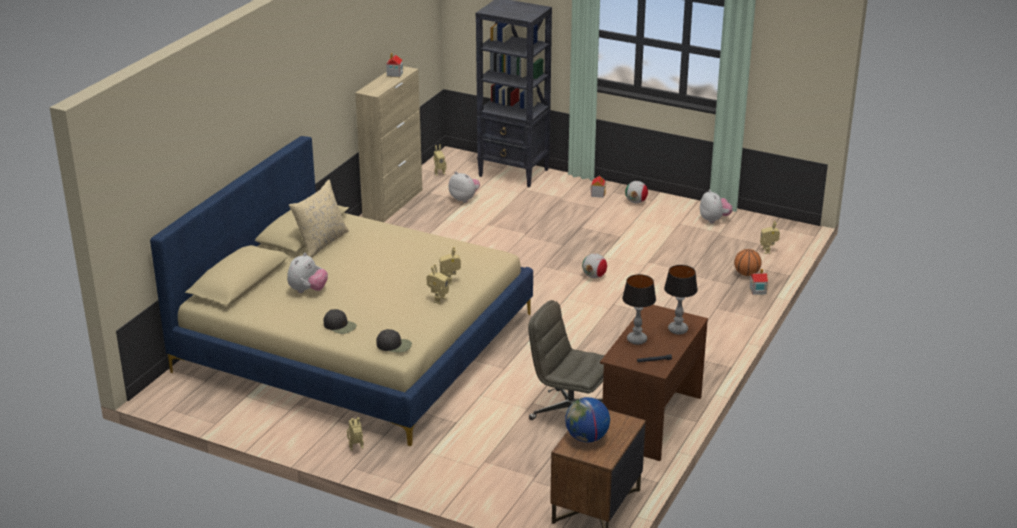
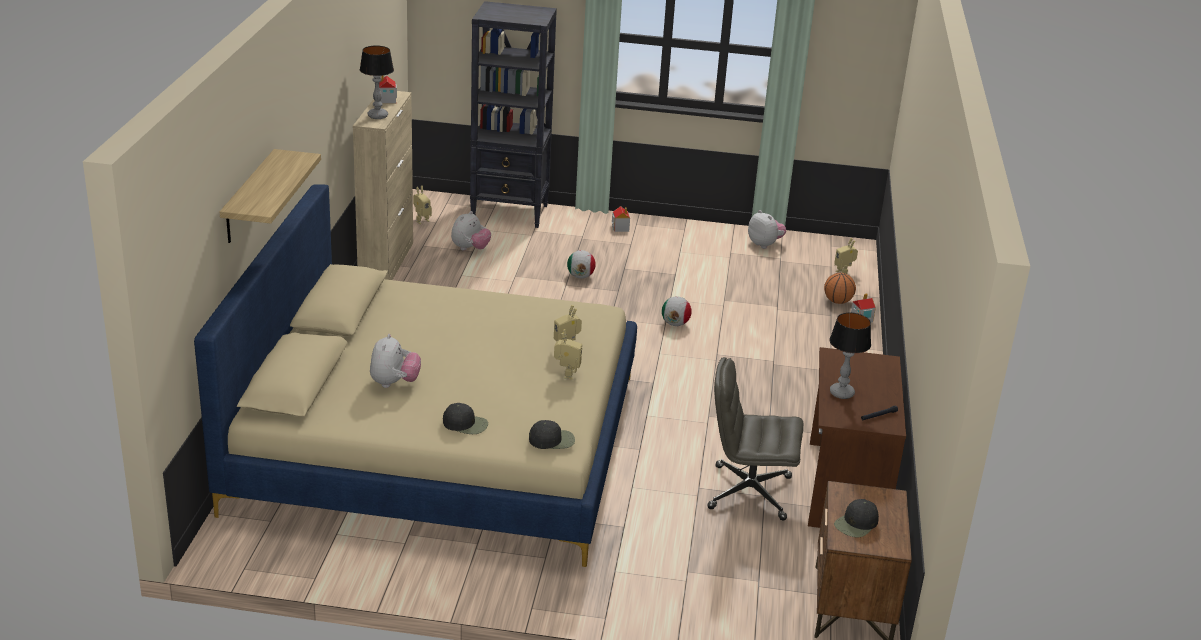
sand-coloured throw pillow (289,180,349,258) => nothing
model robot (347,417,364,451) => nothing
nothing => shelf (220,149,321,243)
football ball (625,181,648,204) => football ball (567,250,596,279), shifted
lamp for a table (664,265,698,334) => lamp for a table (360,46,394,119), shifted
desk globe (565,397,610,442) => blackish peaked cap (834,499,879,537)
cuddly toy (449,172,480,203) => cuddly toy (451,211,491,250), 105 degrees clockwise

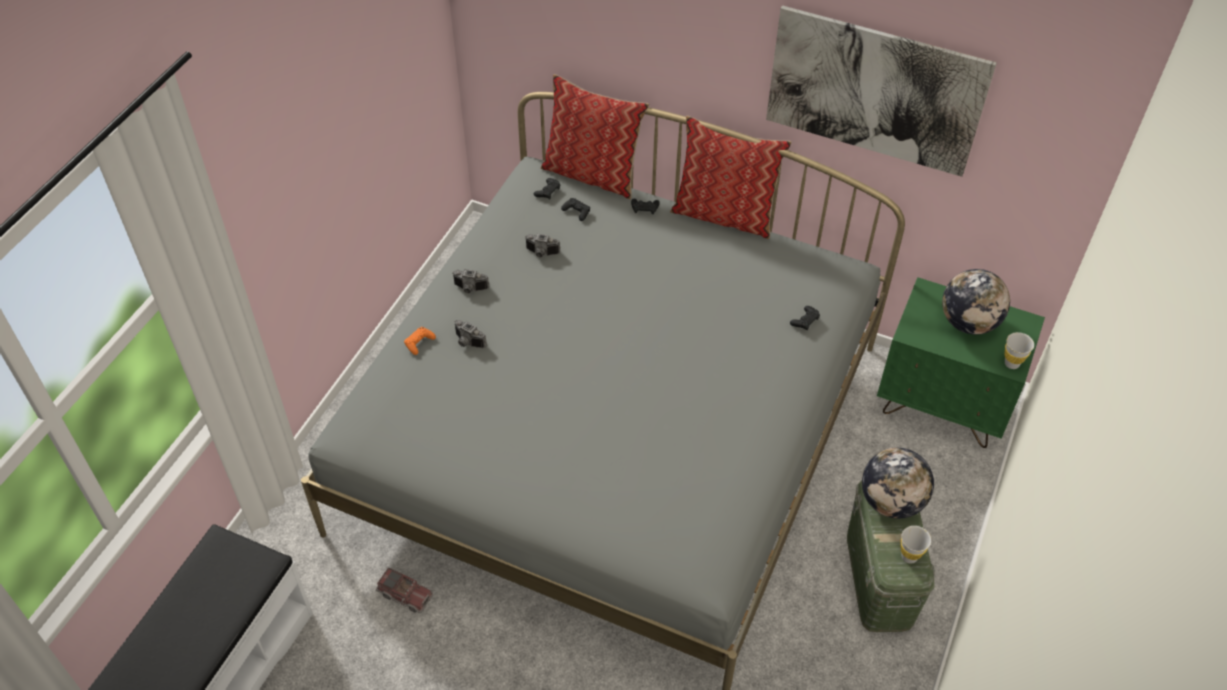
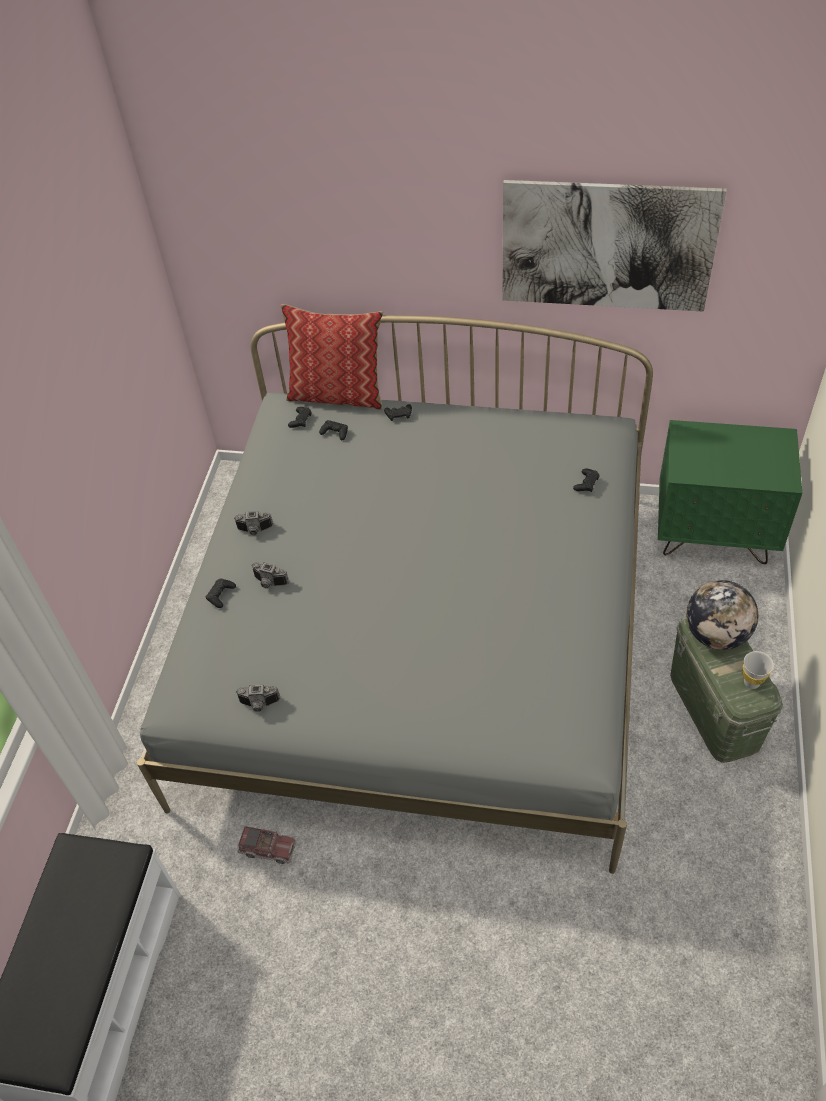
throw pillow (670,115,792,239) => nothing
desk globe (942,269,1010,335) => nothing
white drinking cup (1004,332,1034,369) => nothing
photo camera (525,233,560,257) => photo camera (236,684,280,712), shifted
orangey gamepad (404,327,436,355) => blackish gamepad (206,578,236,608)

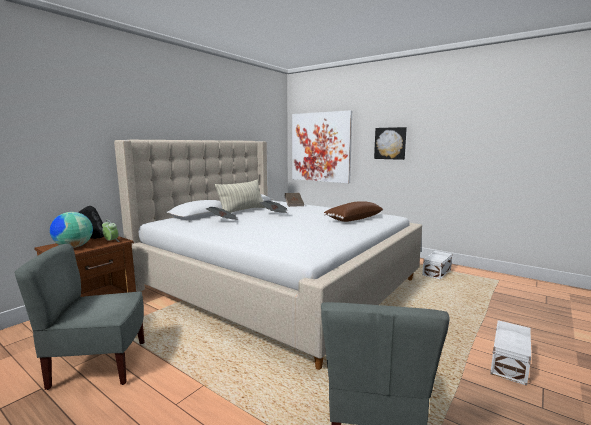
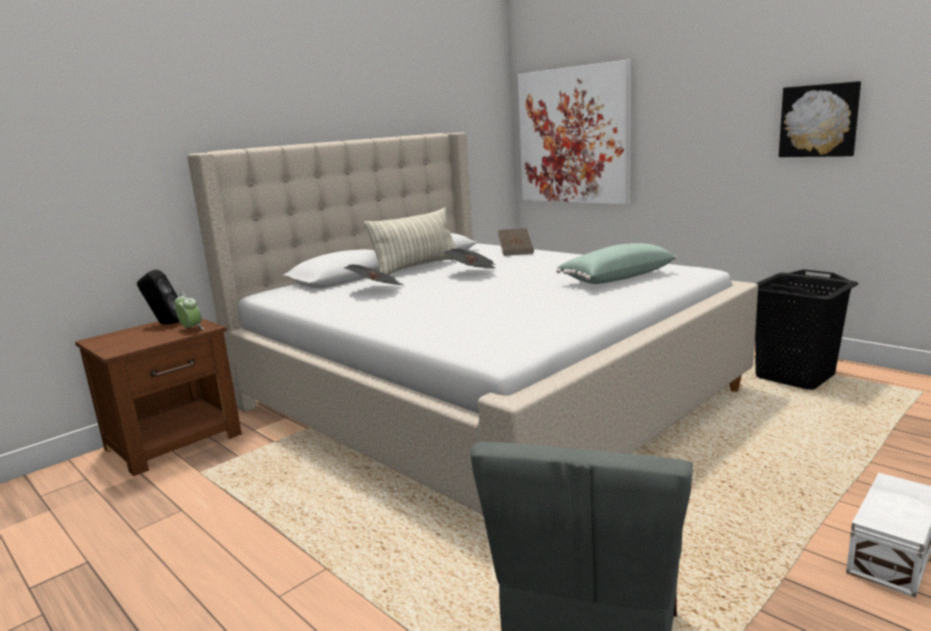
gray upright chair (14,244,145,390) => nothing
desk globe (50,212,93,248) => nothing
picture (374,127,407,160) => picture (779,81,861,157), shifted
white storage box (422,251,452,280) => blackish hamper (755,269,858,390)
brownish throw pillow (324,201,383,222) => green-coloured throw pillow (556,243,677,284)

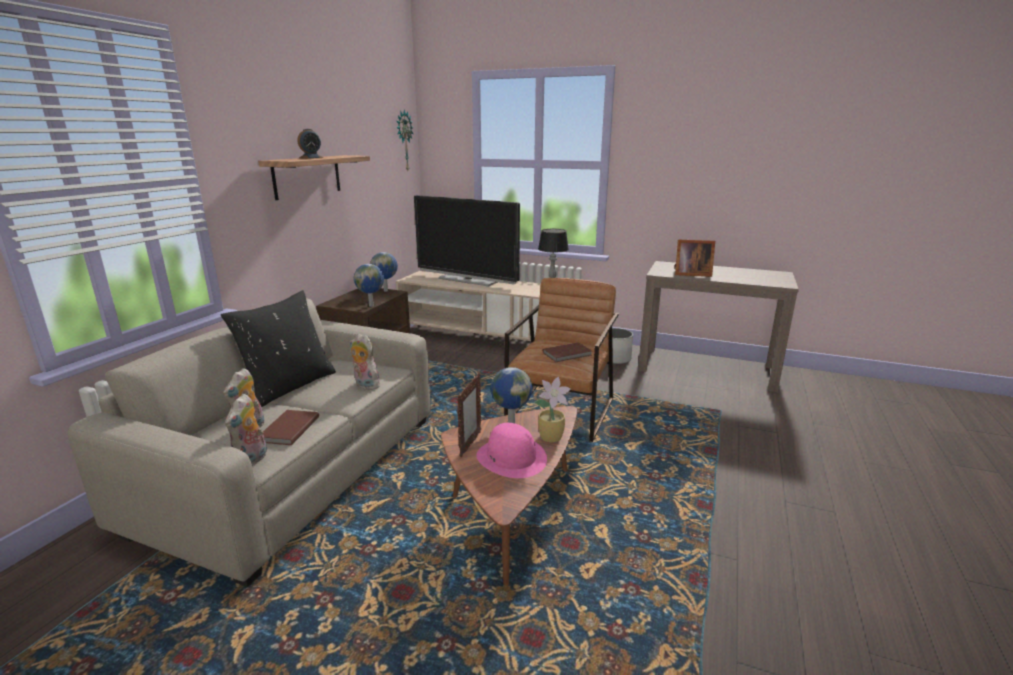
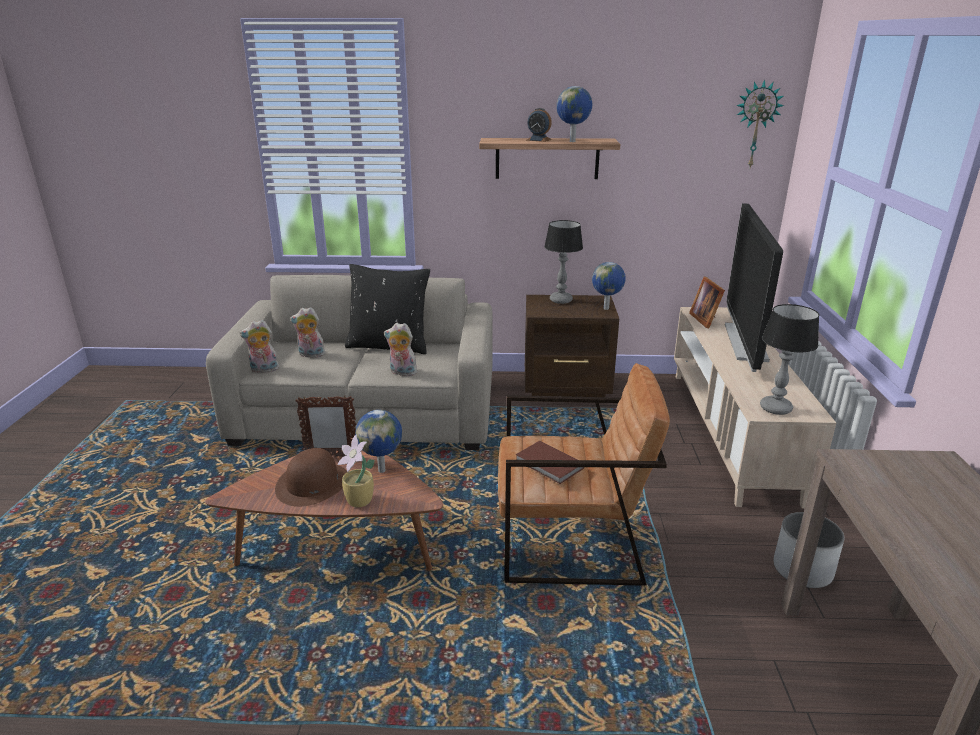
brownish book (263,410,319,445) => nothing
nothing => lamp for a table (544,220,583,304)
desk globe (354,264,384,307) => desk globe (556,86,592,142), shifted
standing frame (675,240,715,277) => standing frame (689,277,725,328), shifted
pink-coloured hat (476,423,547,478) => brownish hat (275,448,347,507)
cuddly toy (350,334,380,390) => cuddly toy (384,323,417,376), 90 degrees counterclockwise

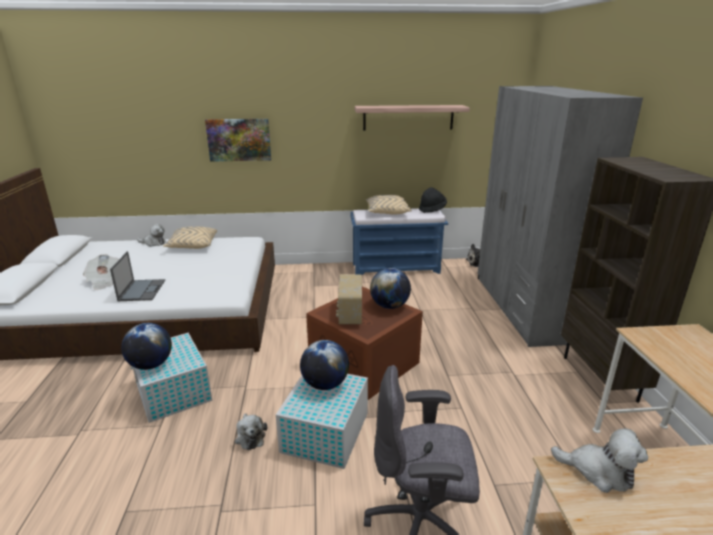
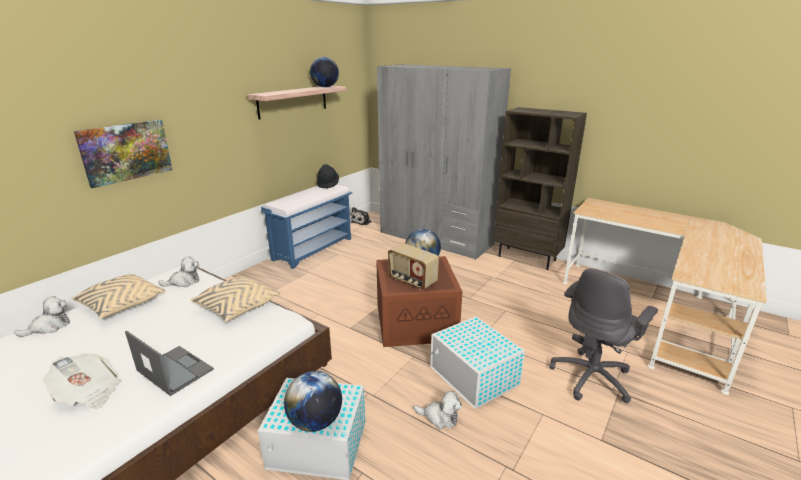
desk globe (300,340,349,390) => desk globe (310,57,339,87), shifted
sand-coloured throw pillow (366,195,412,214) => sand-coloured throw pillow (190,276,280,321), shifted
cuddly toy (551,428,648,493) => cuddly toy (158,257,199,287), shifted

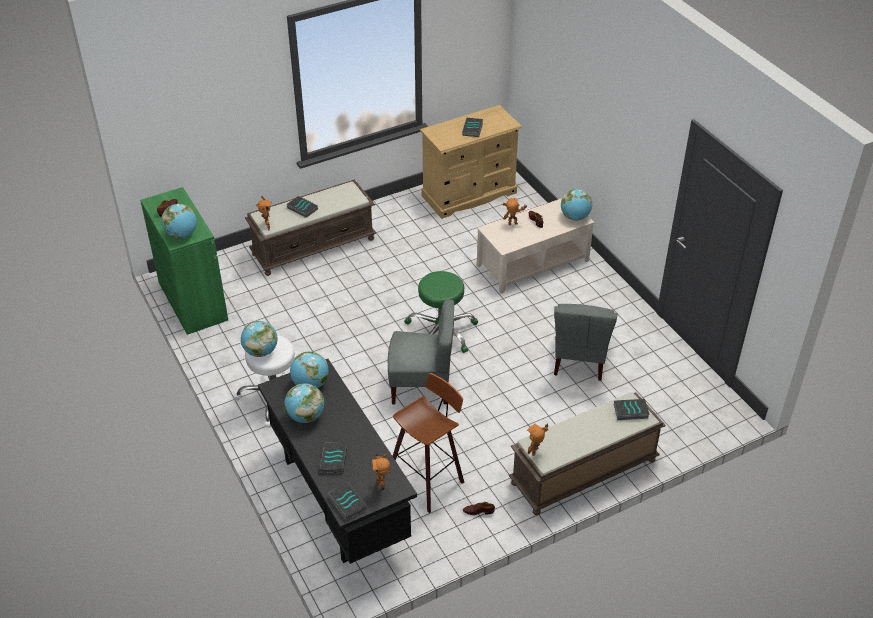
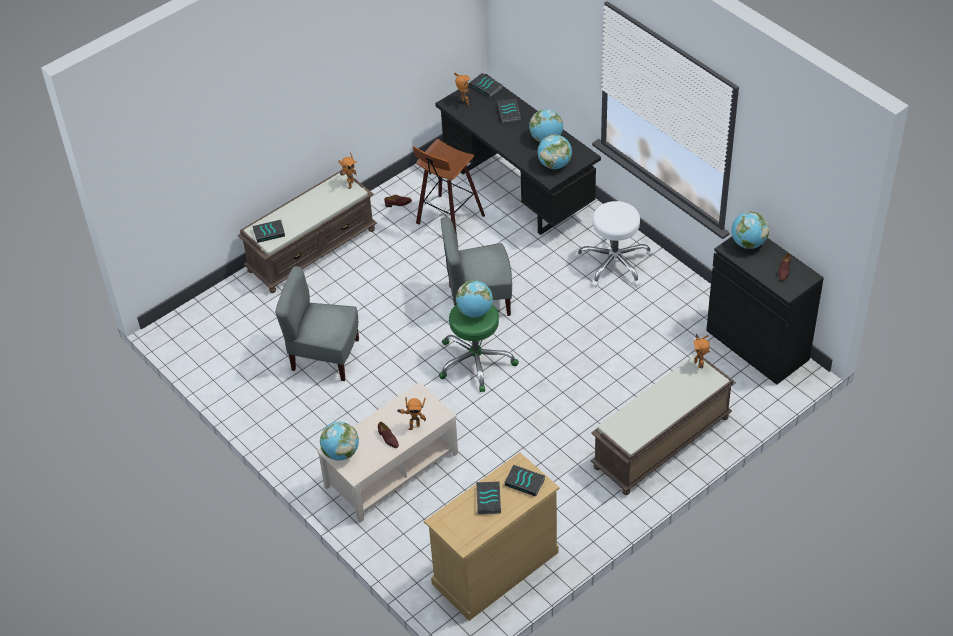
desk globe (241,321,278,357) => desk globe (456,281,493,317), shifted
book (287,196,318,218) => book (505,465,545,497), shifted
green-coloured cabinet (140,187,228,335) => blackish cabinet (706,237,824,385)
gray upright chair (554,304,618,381) => gray upright chair (275,266,359,381), 75 degrees counterclockwise

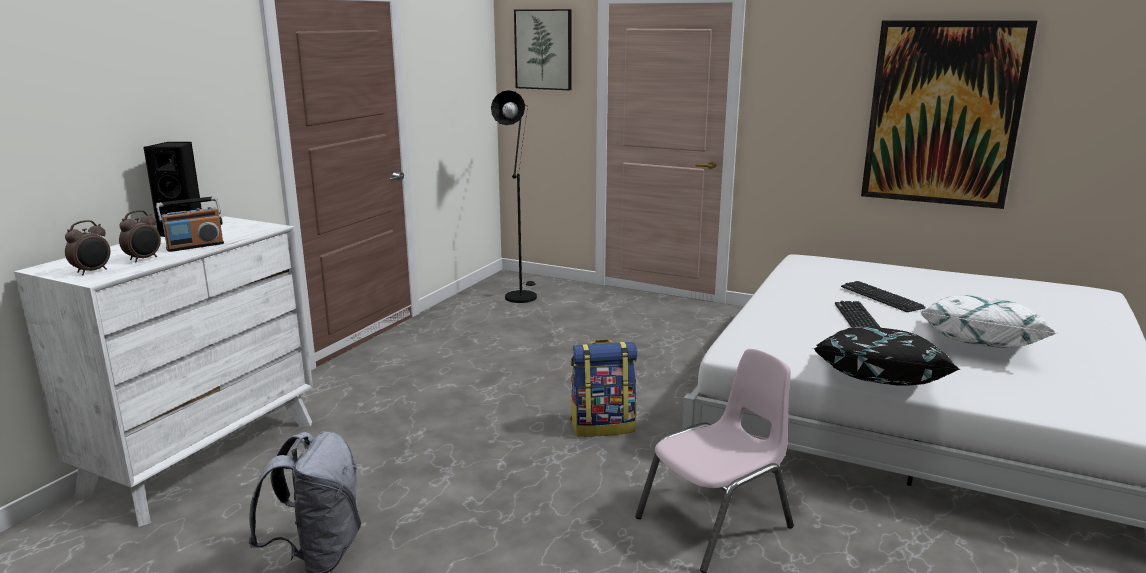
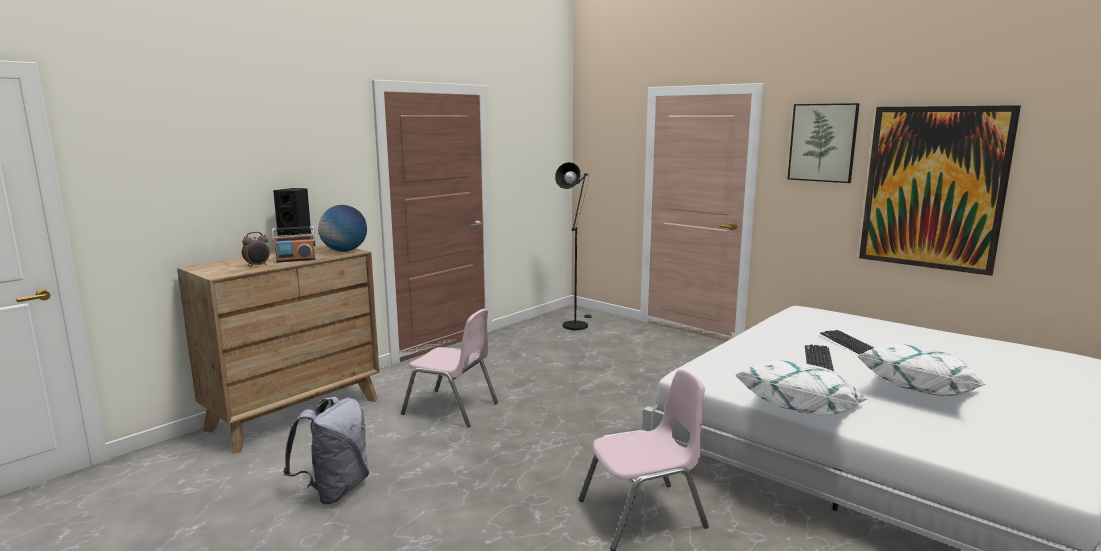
table clock (65,220,110,275) => nothing
knapsack (570,339,637,437) => nothing
nothing => desk globe (318,205,367,252)
nothing => pink-coloured upright chair (401,309,498,427)
picture (514,9,572,90) => picture (788,103,860,183), shifted
white dresser (14,216,313,527) => brownish dresser (177,245,379,454)
blackish throw pillow (813,326,960,386) => white throw pillow (734,360,868,415)

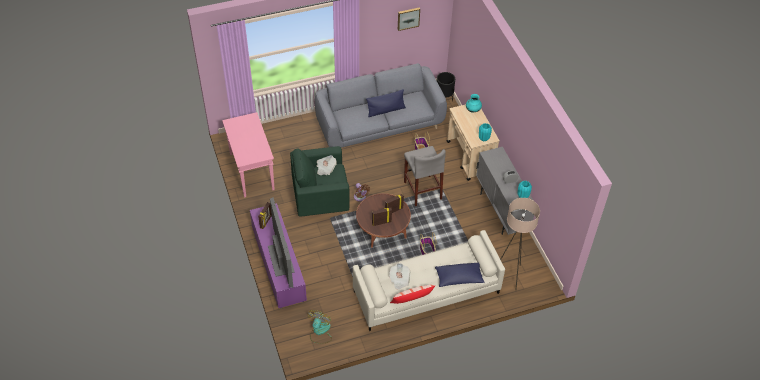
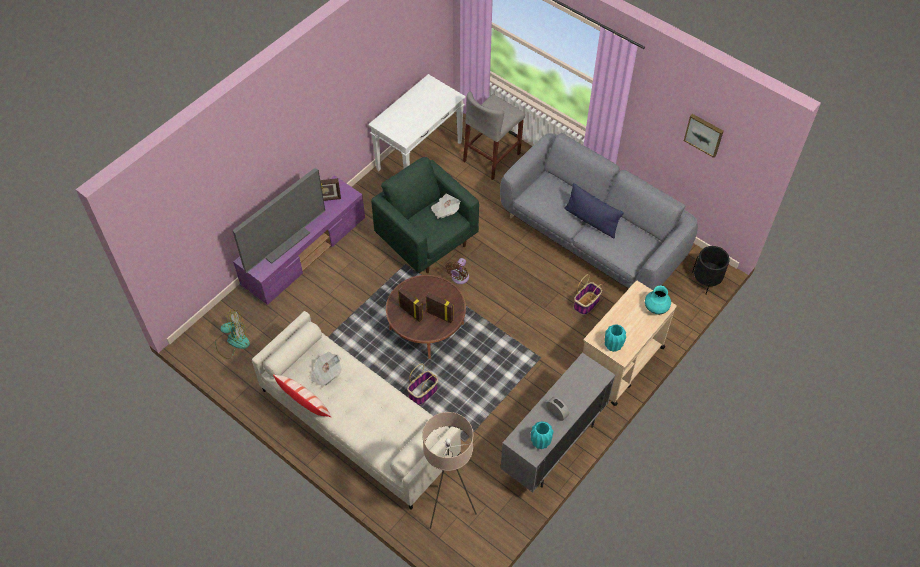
blue throw pillow (435,263,484,287) => nothing
gray stool (404,146,446,206) => gray stool (463,92,525,180), shifted
pink-coloured narrow table (222,112,275,198) => white narrow table (368,74,466,171)

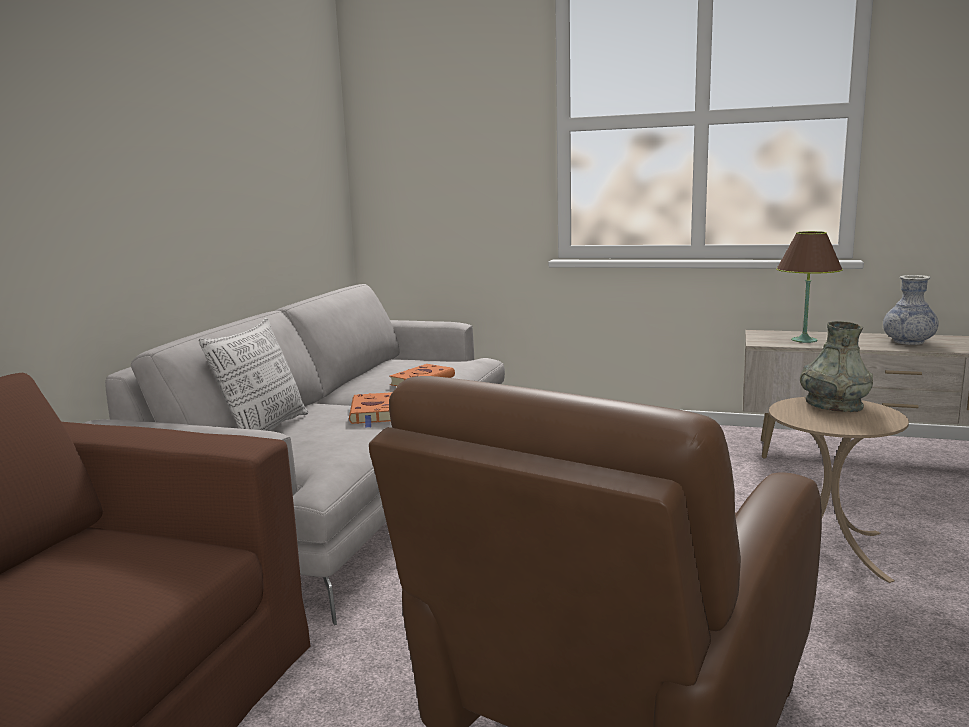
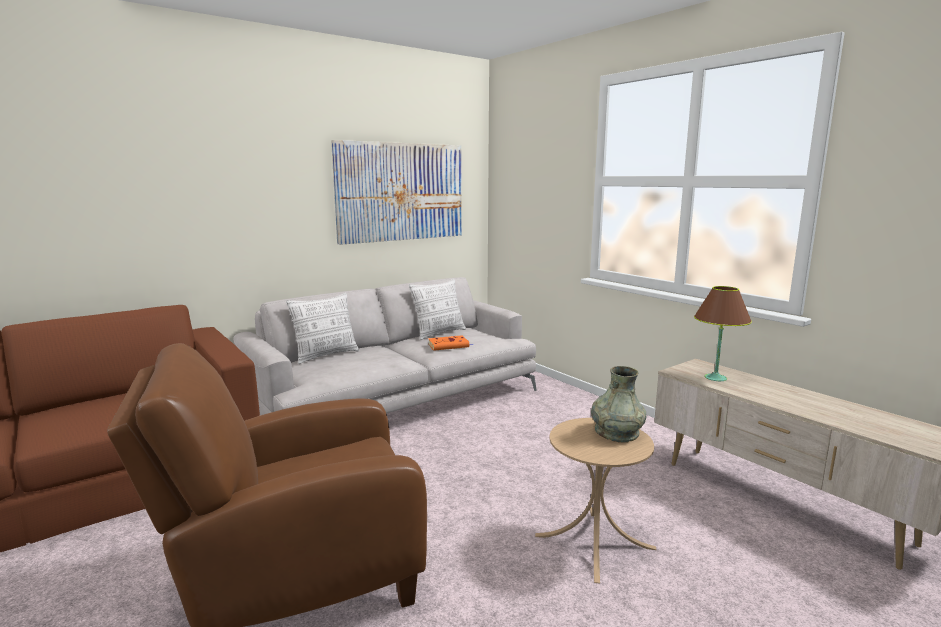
orangey book (349,392,392,428) => nothing
vase (883,275,939,345) => nothing
nothing => picture (331,140,462,245)
nothing => throw pillow (409,279,466,340)

